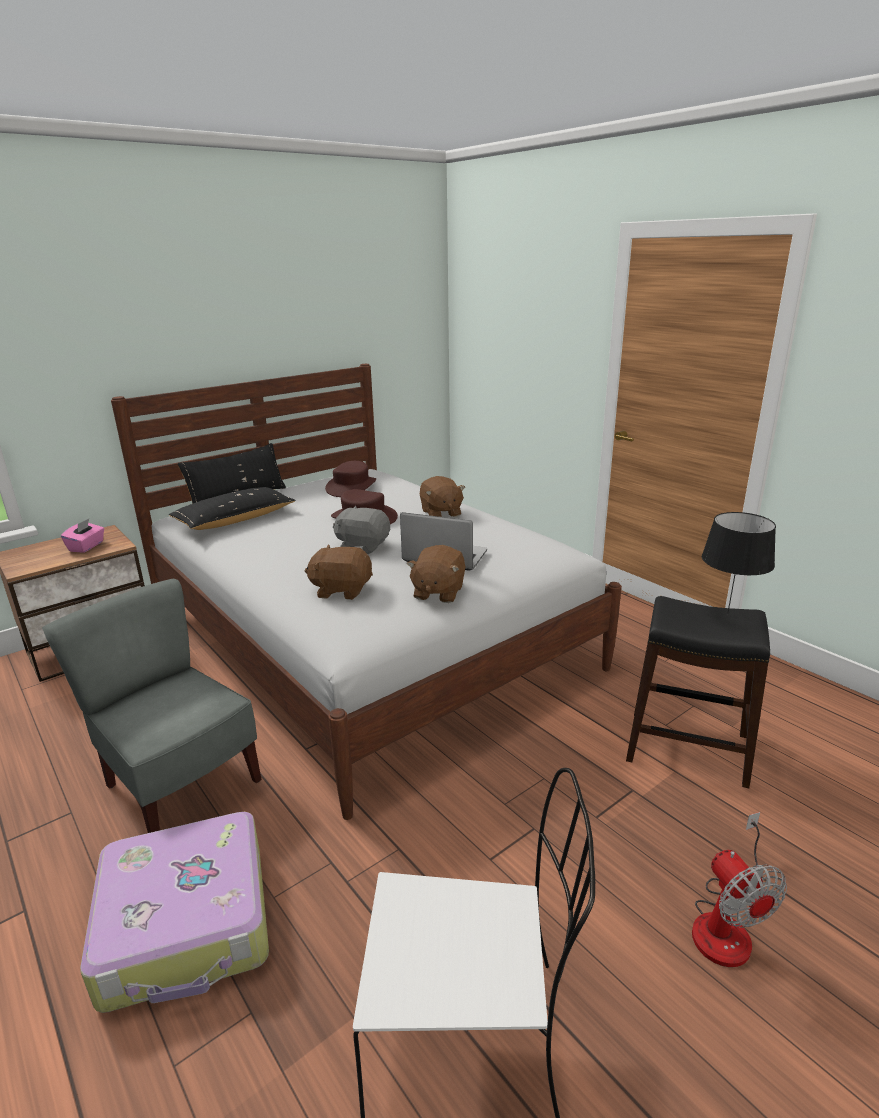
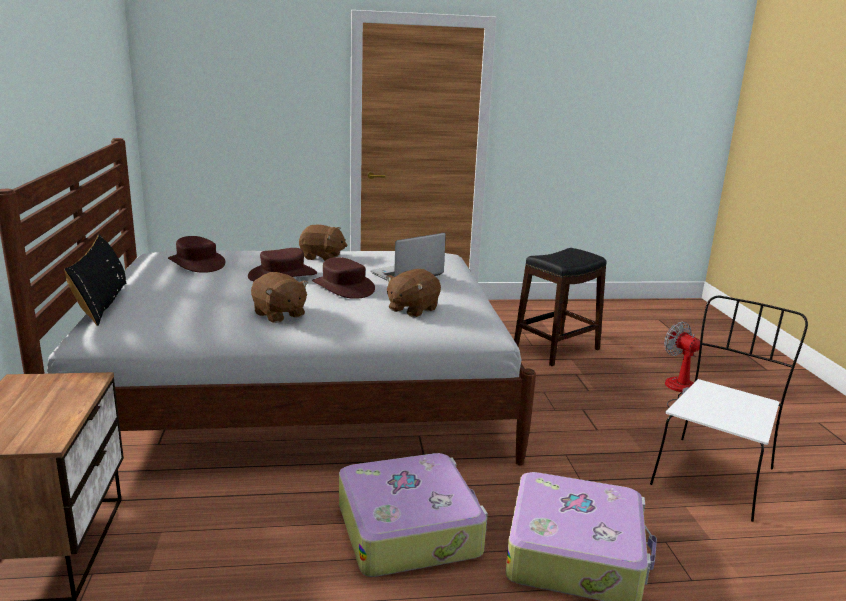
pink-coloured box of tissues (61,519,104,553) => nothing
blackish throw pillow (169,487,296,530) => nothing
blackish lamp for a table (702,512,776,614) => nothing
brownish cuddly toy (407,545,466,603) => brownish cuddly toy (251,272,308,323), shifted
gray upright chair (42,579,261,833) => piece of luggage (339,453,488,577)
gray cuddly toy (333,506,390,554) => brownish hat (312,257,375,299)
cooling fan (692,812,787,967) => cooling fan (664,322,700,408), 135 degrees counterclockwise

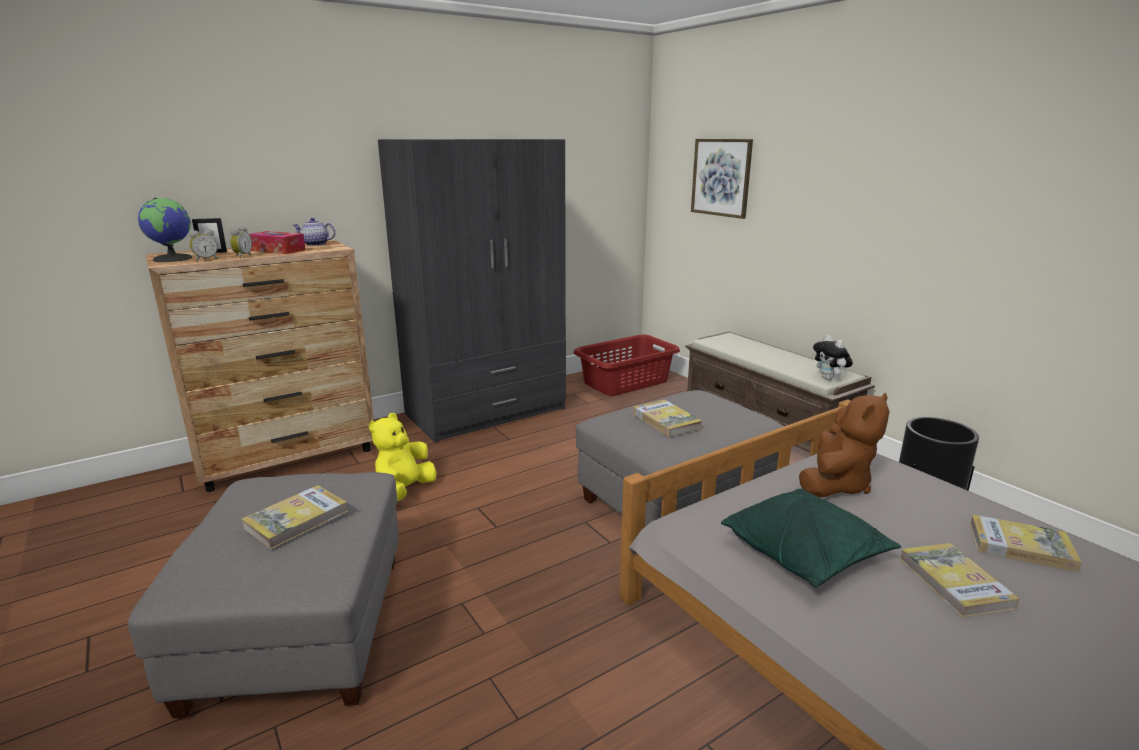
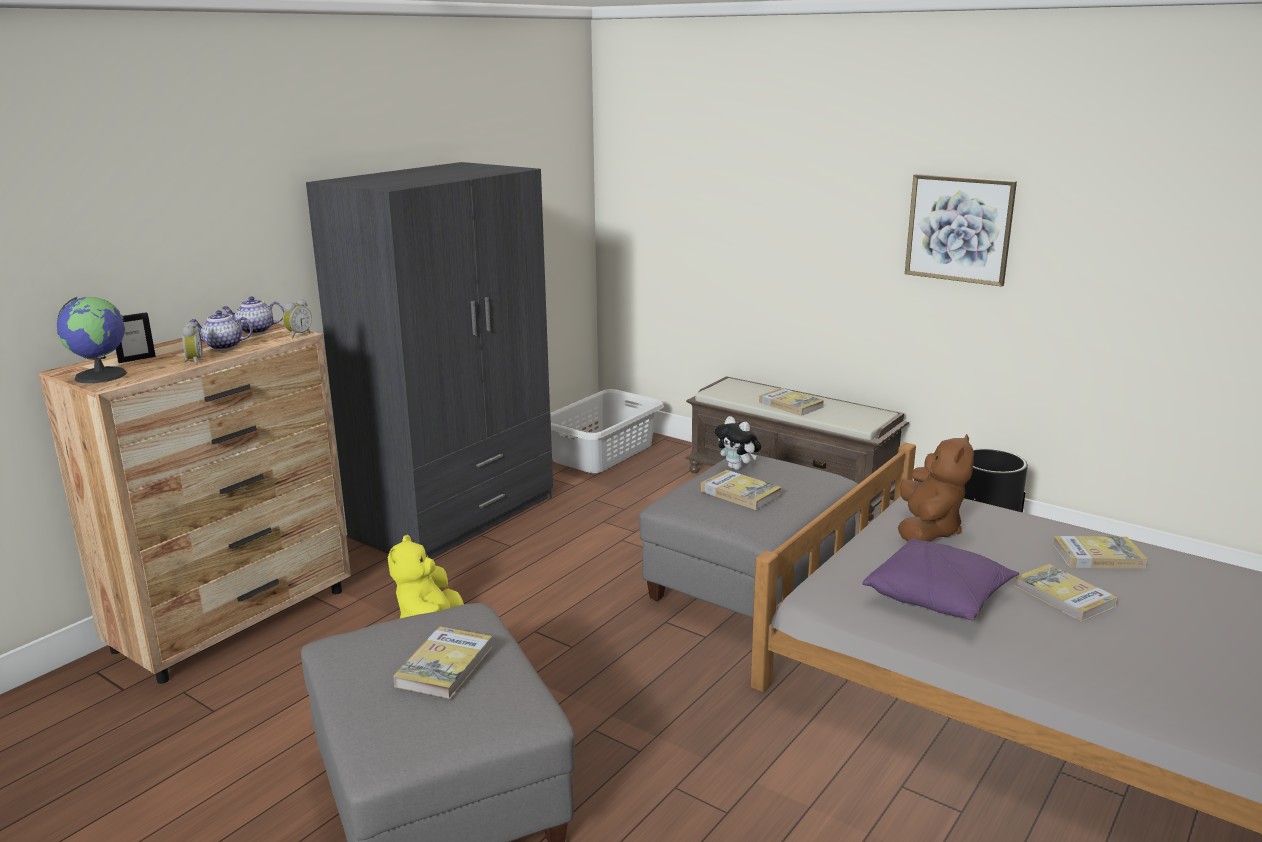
nothing => book (759,388,824,416)
table clock (189,229,218,262) => table clock (283,299,312,338), shifted
picture (691,139,753,219) => picture (905,174,1017,287), shifted
cuddly toy (813,335,853,380) => cuddly toy (715,416,761,470), shifted
box of tissues (249,231,306,254) => pot for tea (189,310,253,350)
red hamper (573,335,680,396) => gray hamper (550,389,664,473)
green-coloured throw pillow (721,488,901,587) => purplish throw pillow (863,538,1019,621)

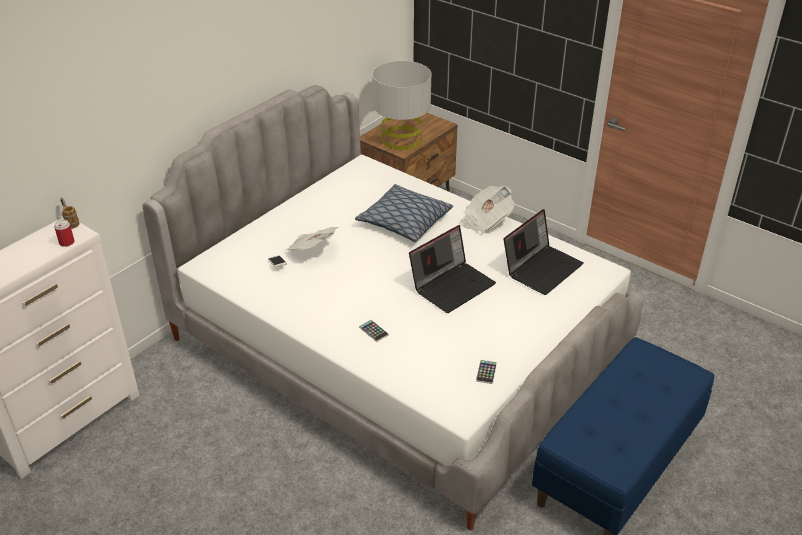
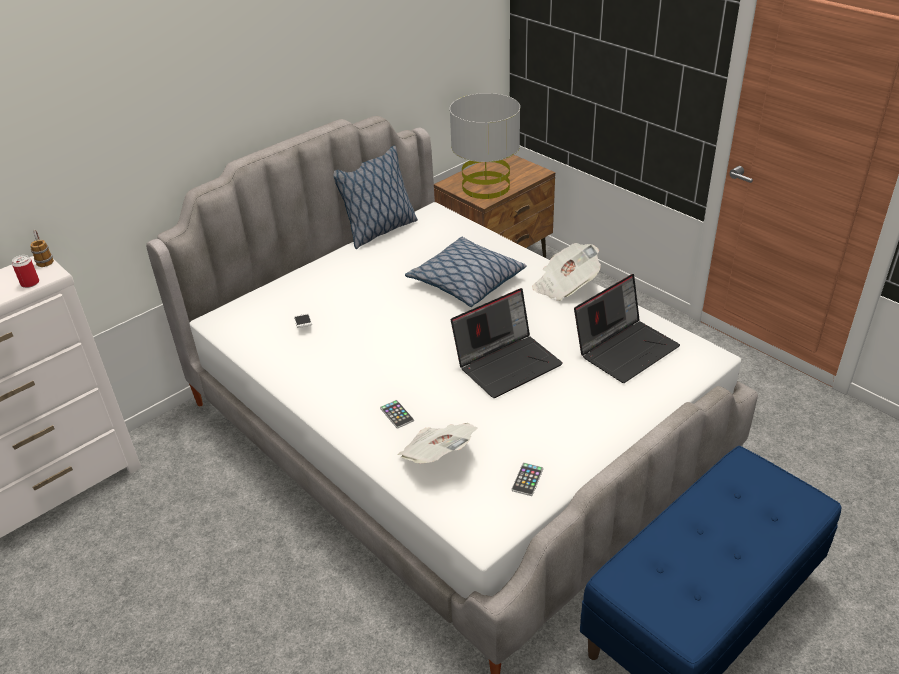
nothing => throw pillow (334,146,418,249)
newspaper (286,227,339,251) => newspaper (397,423,478,463), shifted

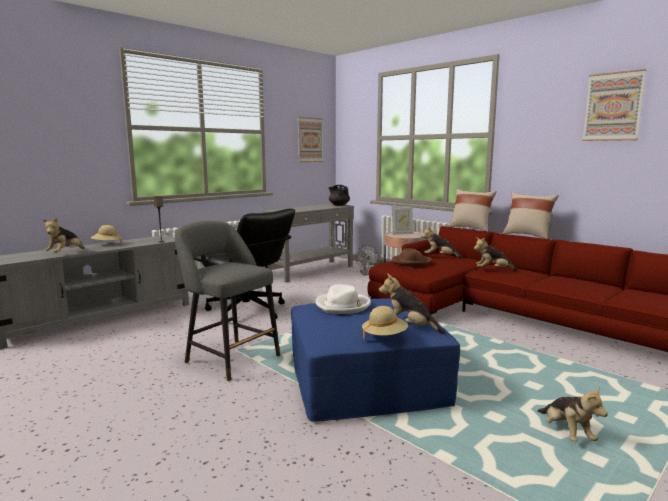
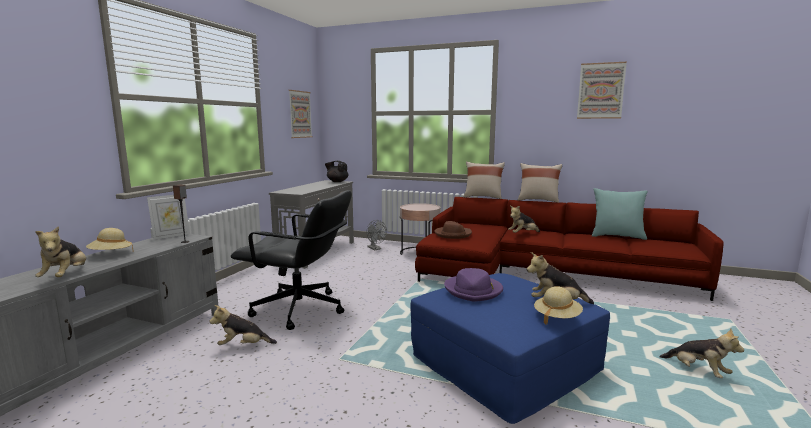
gray stool (175,221,280,381) => nothing
nothing => turquoise throw pillow (592,188,648,240)
standing frame (392,206,413,235) => standing frame (147,195,190,240), shifted
cuddly toy (421,227,463,259) => cuddly toy (209,305,277,345), shifted
white hat (315,284,371,314) => purplish hat (444,268,503,302)

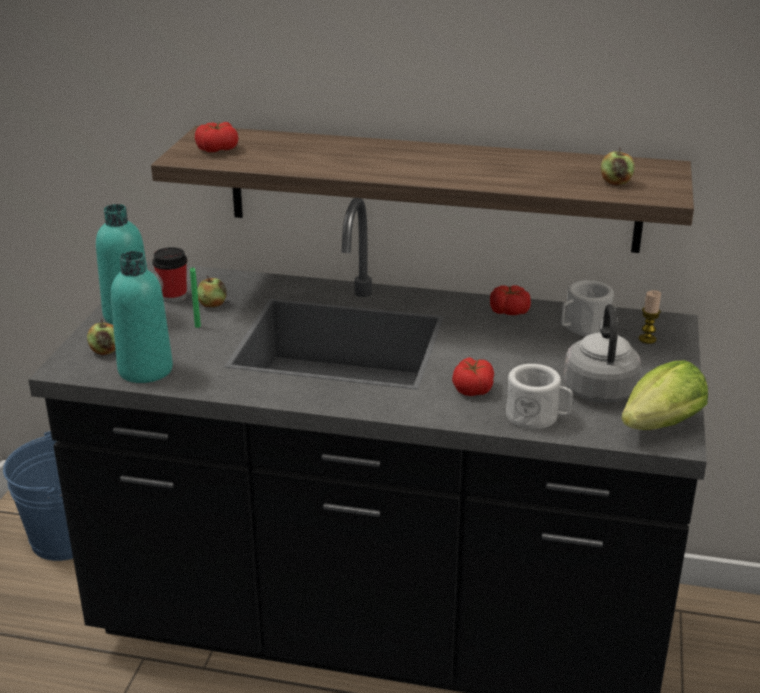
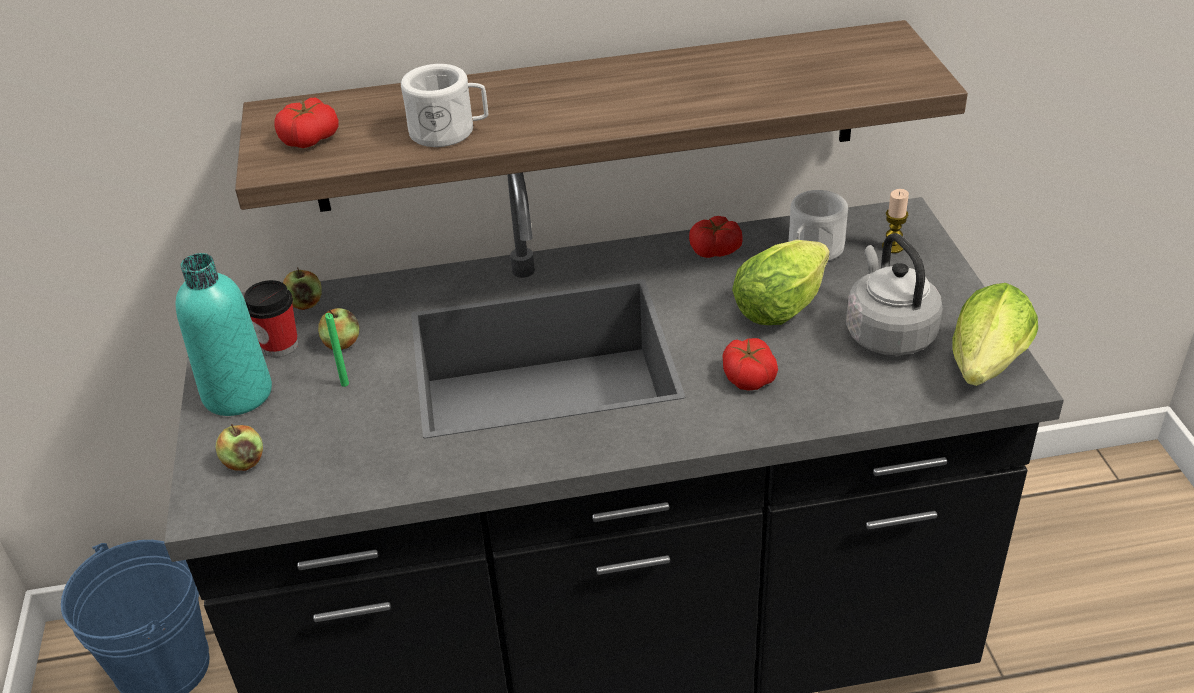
turquoise bottle (111,251,173,383) => nothing
nothing => lettuce (732,240,830,325)
white mug (506,364,573,429) => white mug (401,64,489,147), shifted
whole apple (601,147,634,185) => whole apple (283,267,322,310), shifted

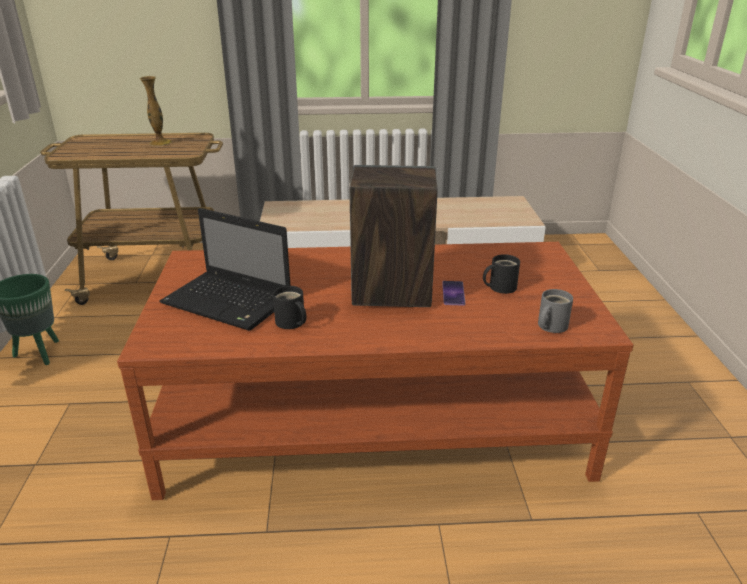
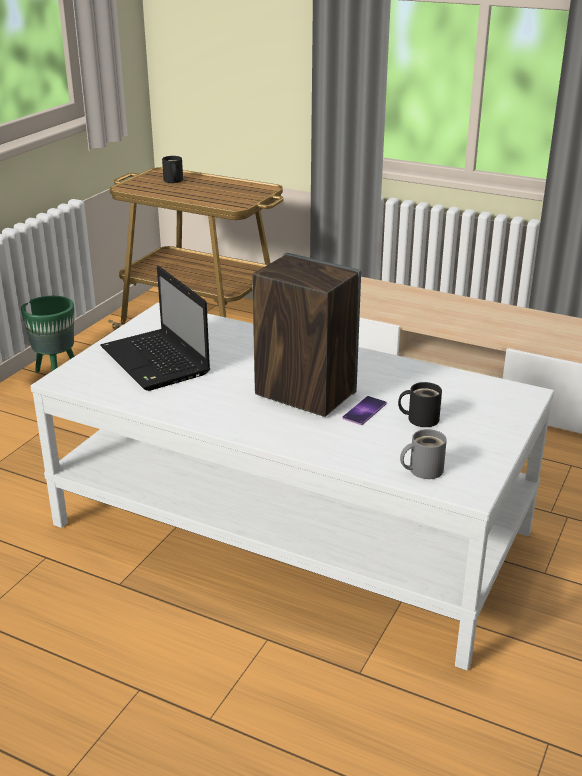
vase (139,76,172,146) => nothing
blackish mug (273,286,306,329) => blackish mug (162,156,183,183), shifted
brownish lounge table (117,242,633,500) => white lounge table (31,303,554,670)

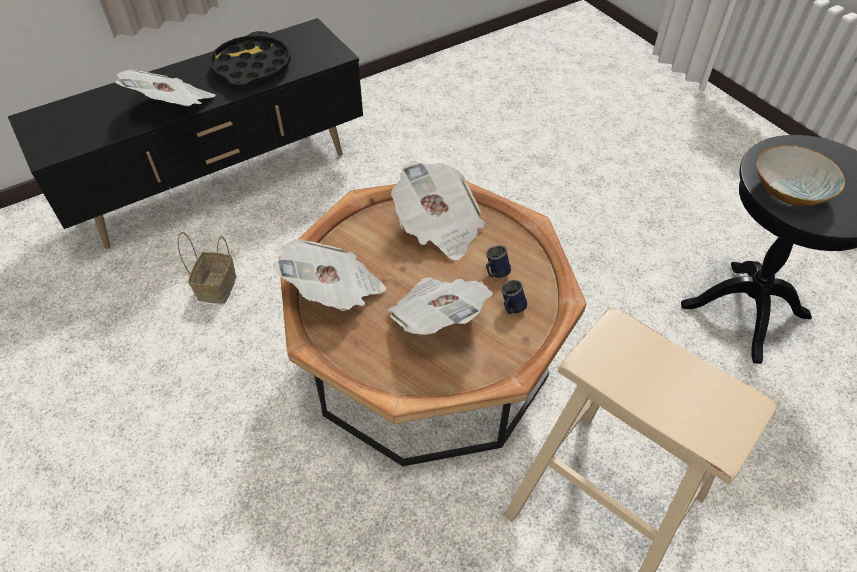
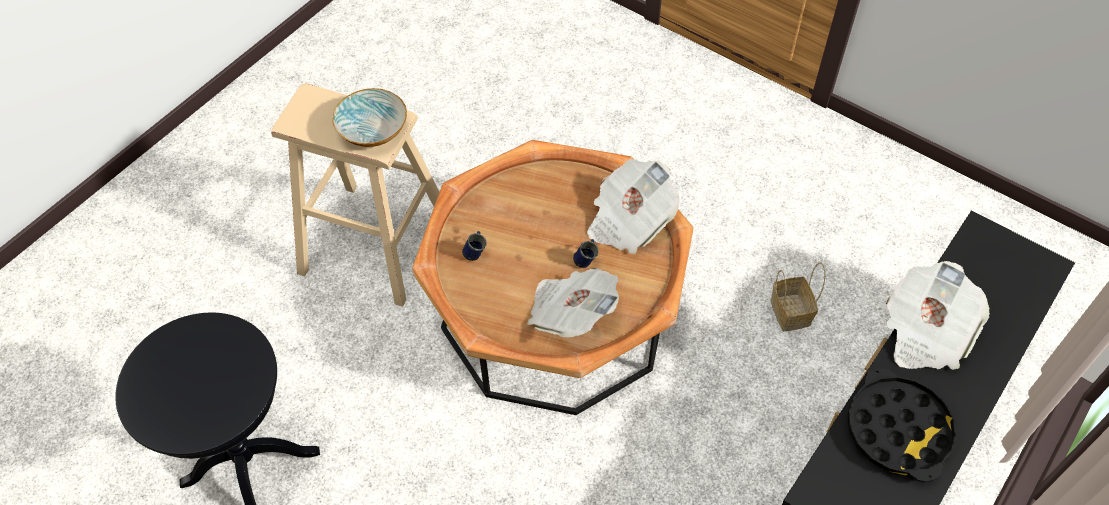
newspaper (387,277,493,335) => nothing
blue mug (486,246,511,278) => blue mug (573,239,599,268), shifted
deep dish (757,145,845,206) => deep dish (332,88,407,147), shifted

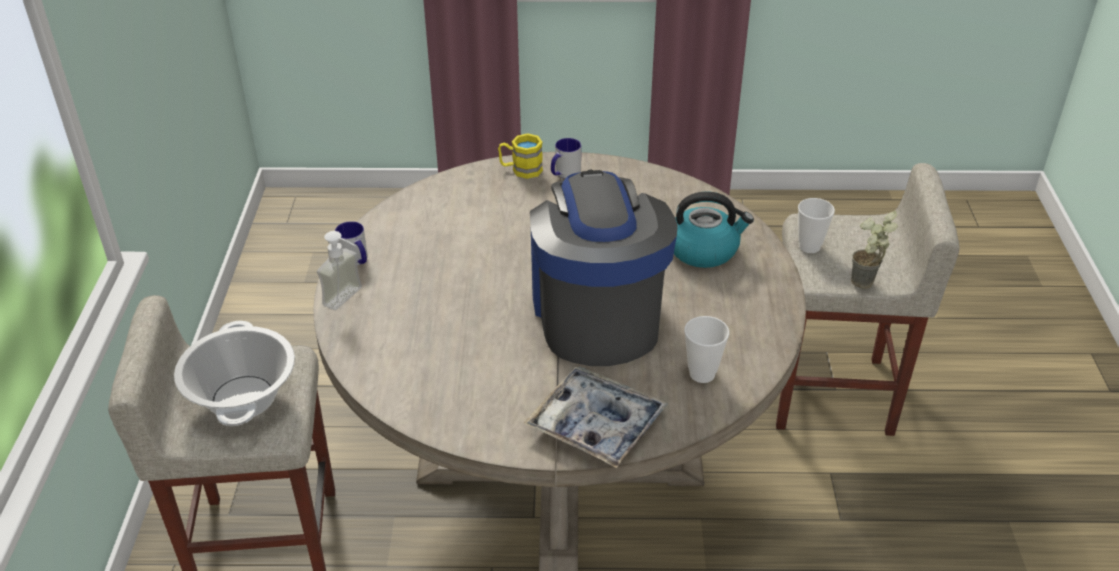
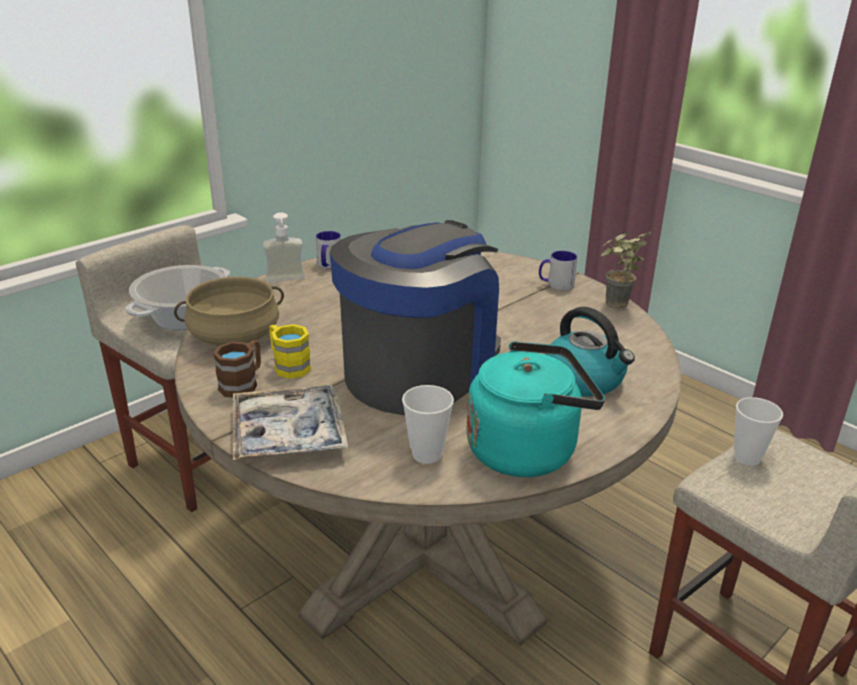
nothing => sand-coloured saucepot (174,276,284,346)
nothing => brownish mug (213,340,261,398)
nothing => turquoise tea kettle (466,341,605,477)
yellowish mug (498,133,543,179) => yellowish mug (269,324,311,379), shifted
potted plant (851,211,898,289) => potted plant (601,231,651,309), shifted

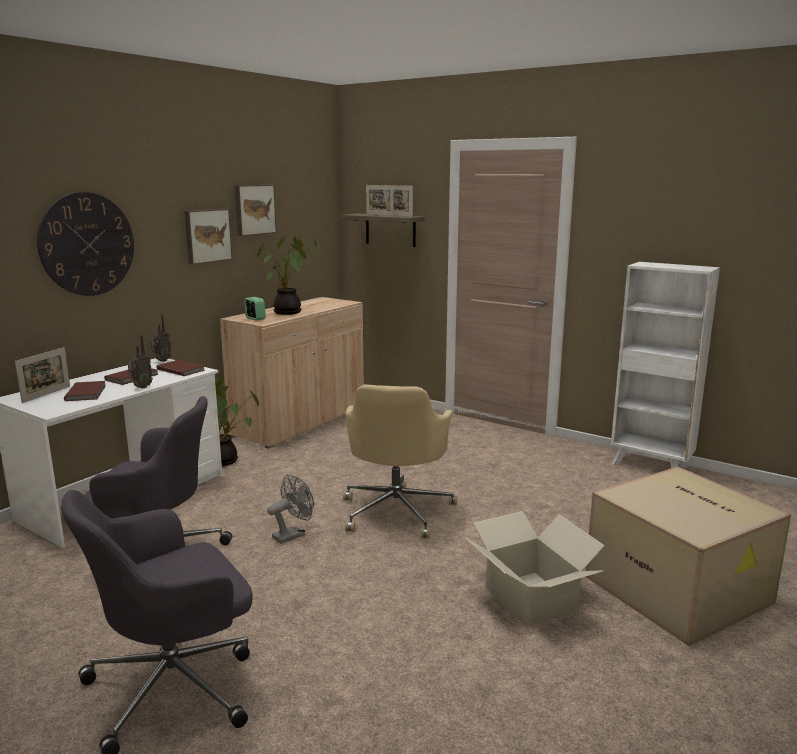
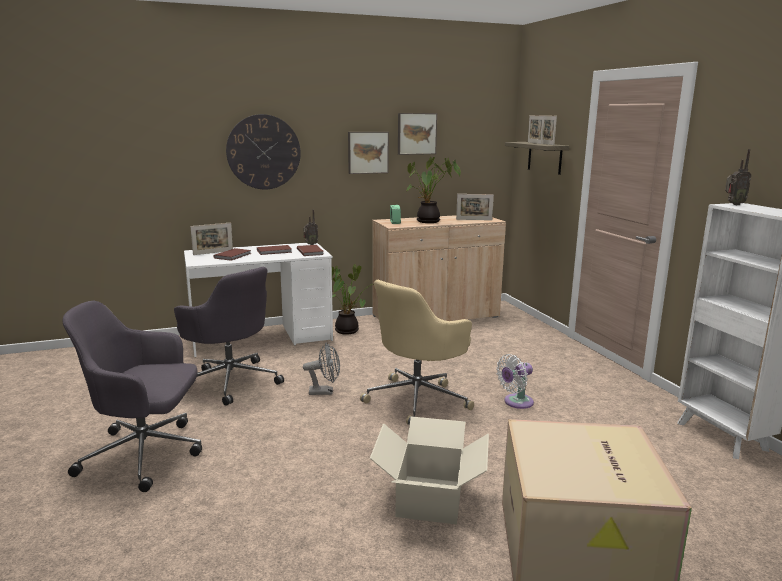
nothing => standing frame (456,194,494,220)
nothing => white cooling fan (496,354,534,409)
radio set (128,335,153,389) => radio set (725,149,751,205), shifted

